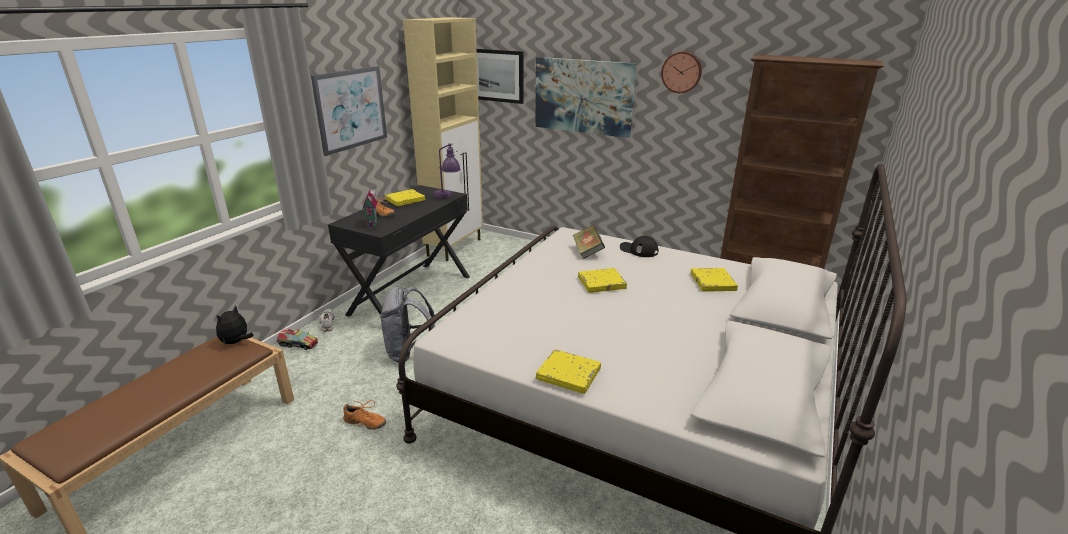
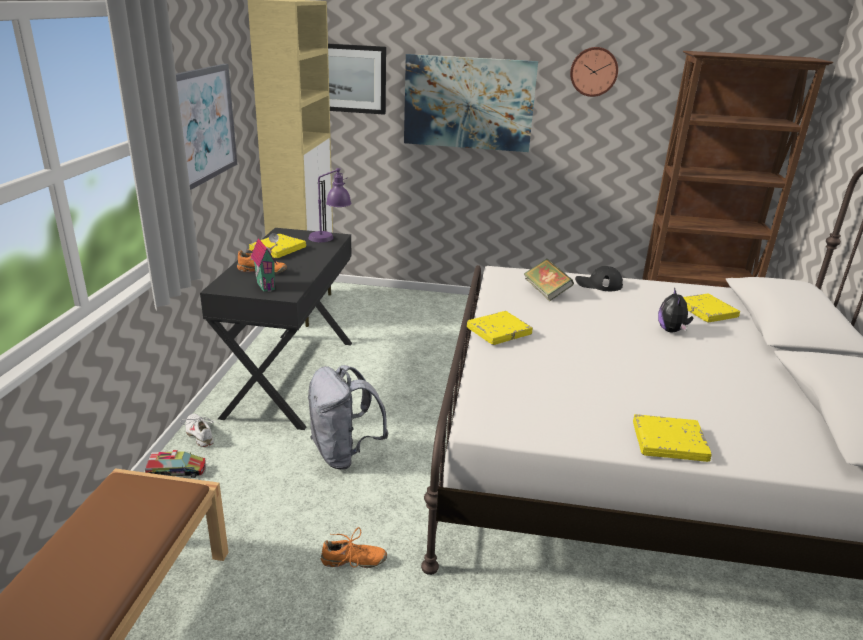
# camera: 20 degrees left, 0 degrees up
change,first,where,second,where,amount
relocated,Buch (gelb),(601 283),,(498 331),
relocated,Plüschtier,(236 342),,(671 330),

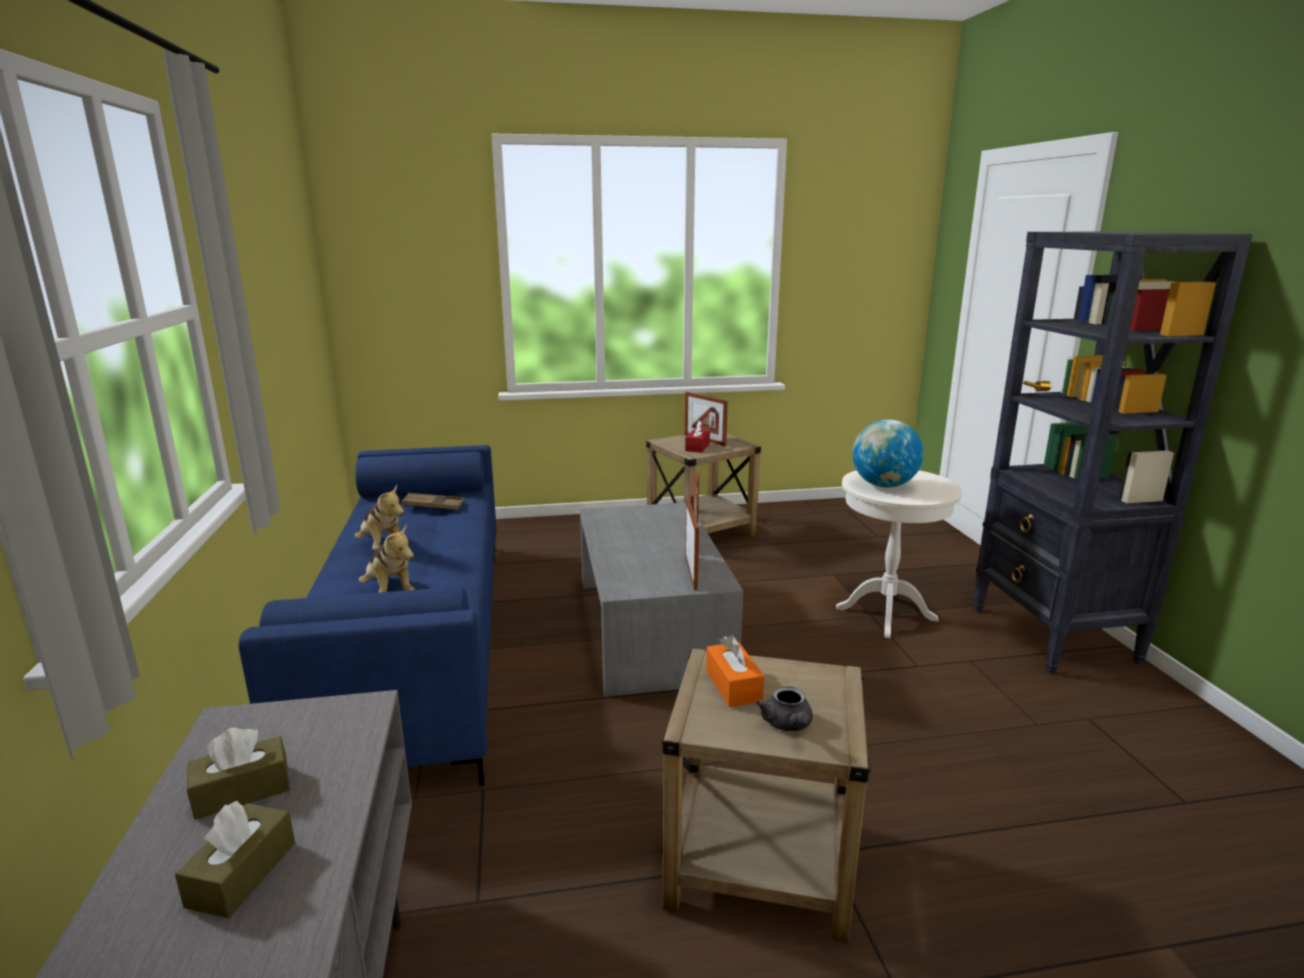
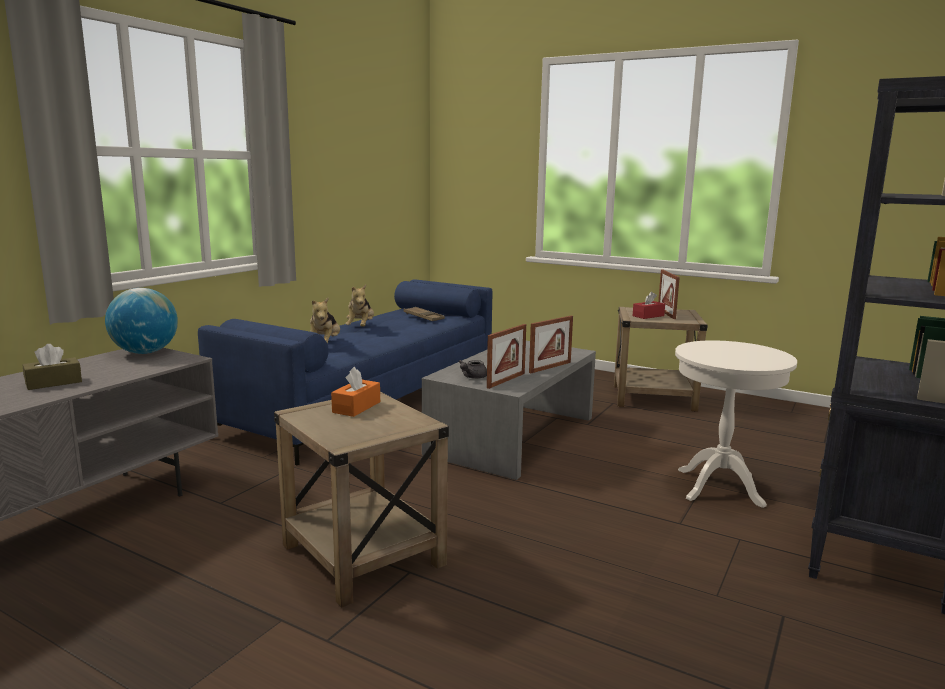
# camera: 40 degrees right, 5 degrees down
change,first,where,second,where,amount
relocated,Globus,(884 486),,(145 352),
relocated,Teekanne (grau),(788 725),,(472 377),
missing,Taschentuchbox (braun),(242 791),,,

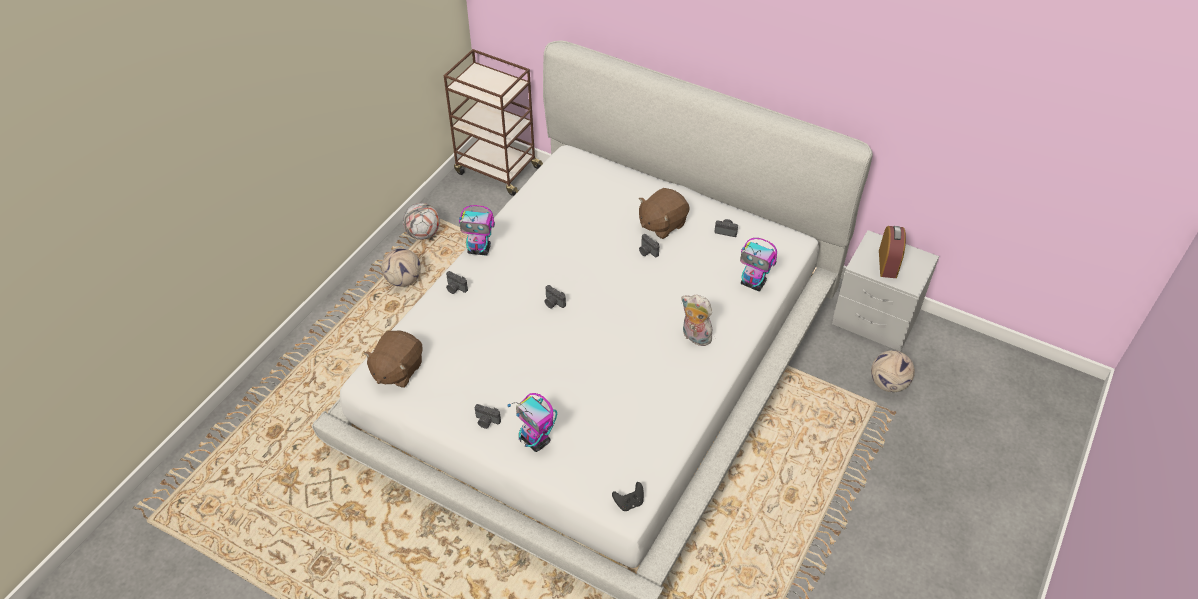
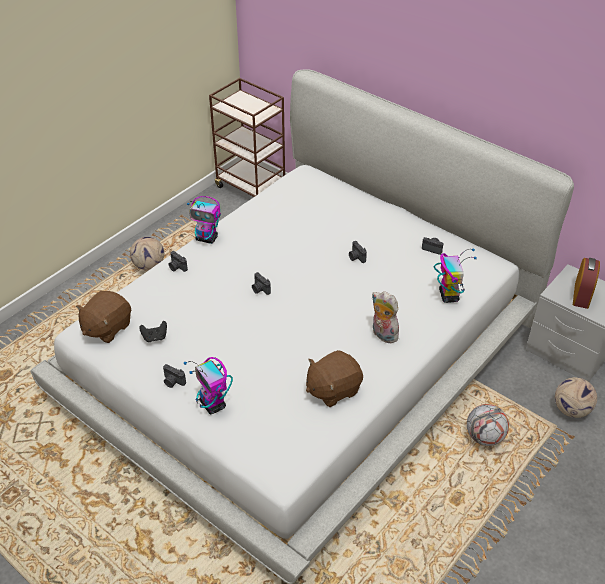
# camera: 10 degrees right, 5 degrees down
change,first,where,second,where,amount
relocated,Gamepad (schwarz),(629 502),,(155 337),
relocated,Plüschtier (braun),(662 224),,(333 389),
spun,Spielzeugroboter,(753 283),,(448 295),135 degrees counterclockwise
relocated,Fußball,(423 234),,(484 437),

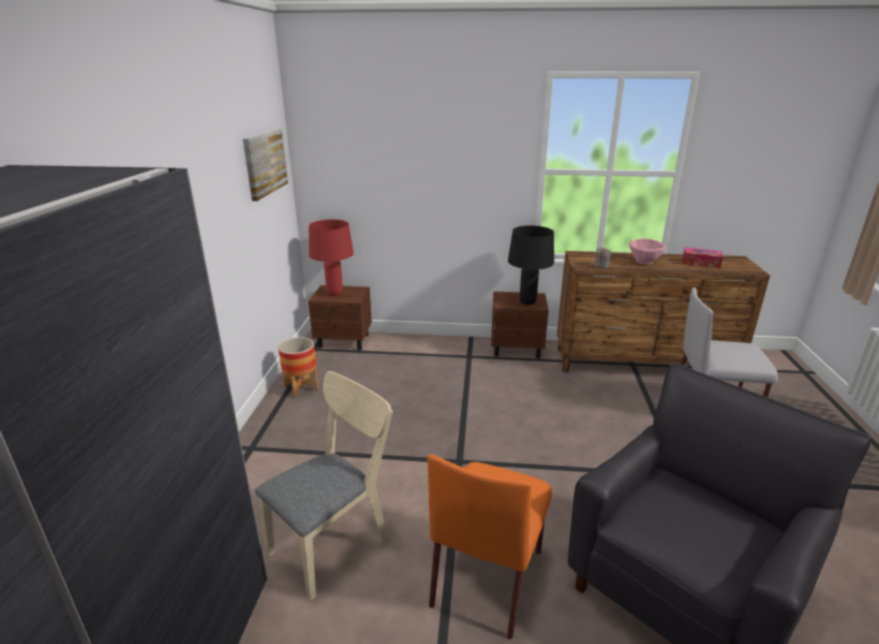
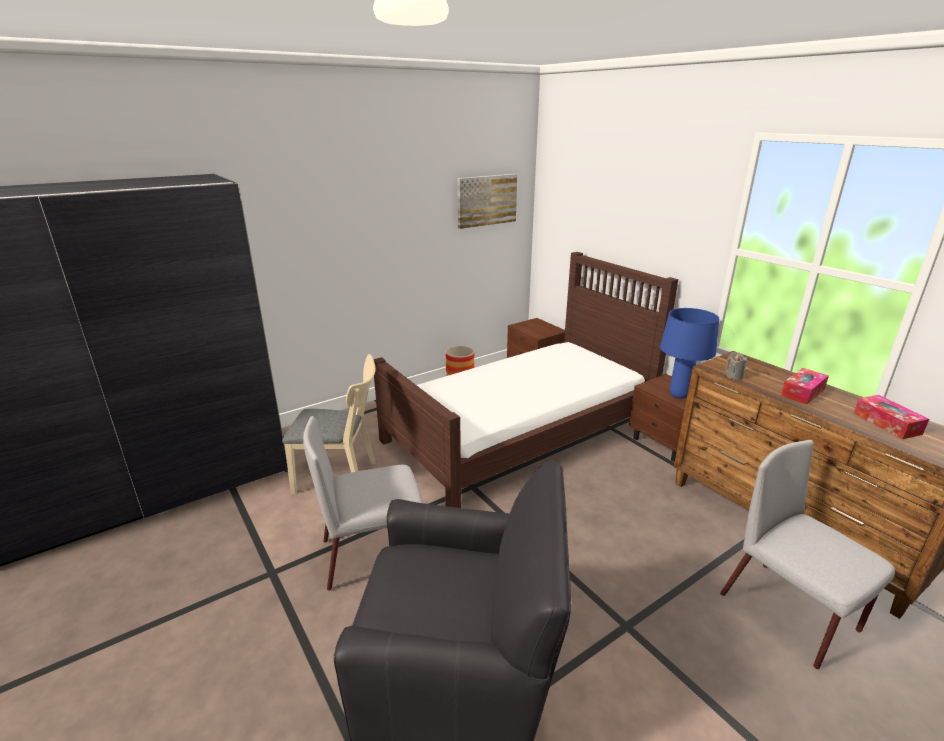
# camera: 50 degrees right, 0 degrees up
change,first,where,second,where,amount
colour,Stuhl (orange),(488 576),Stuhl (grau),(373 554),
appeared,,,Bett (braun),(521 431),
colour,Tischlampe (schwarz),(527 302),Tischlampe (blau),(679 395),
exchanged,Schüssel (rosa),(644 262),Taschentuchbox,(802 392),
missing,Tischlampe (rot),(334 293),,,

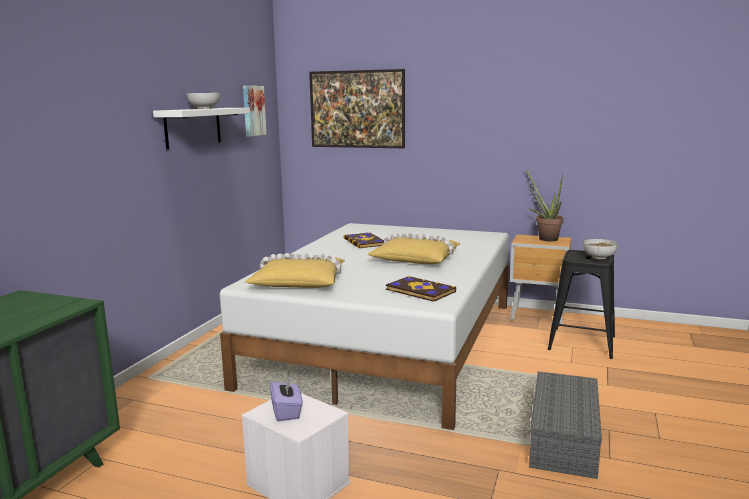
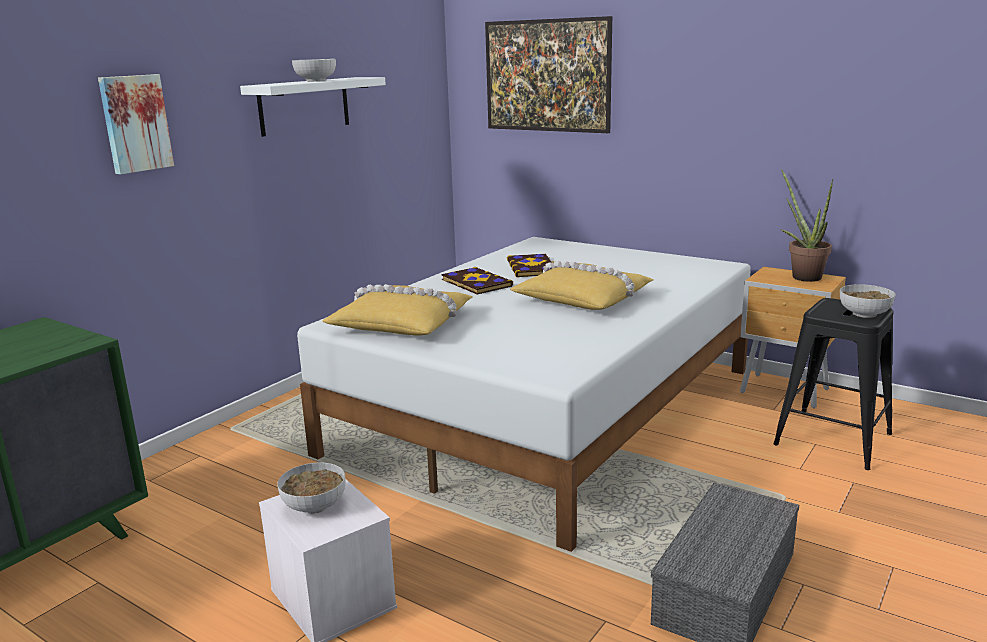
# camera: 15 degrees right, 5 degrees up
change,first,where,second,where,amount
relocated,Bild,(253 111),,(135 123),
exchanged,Taschentuchbox (lila),(286 411),Schüssel,(314 505),
relocated,Buch,(419 291),,(475 283),

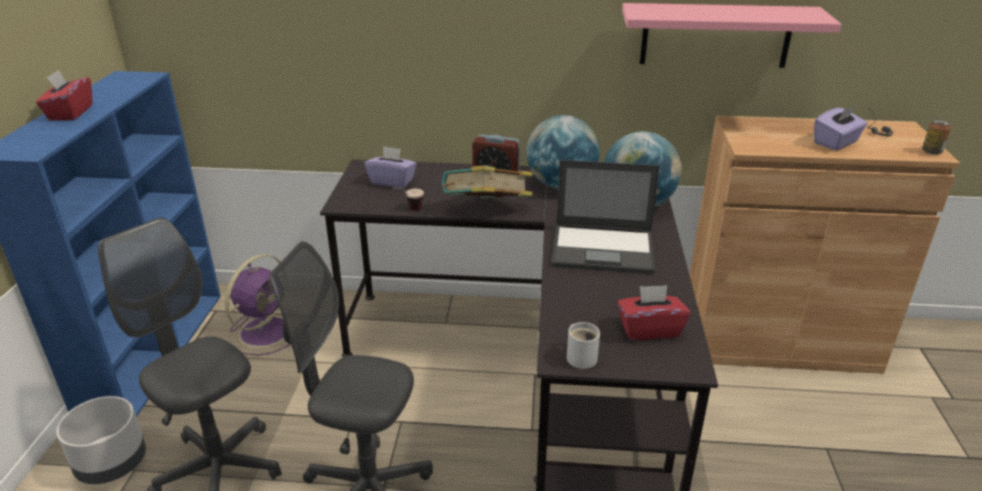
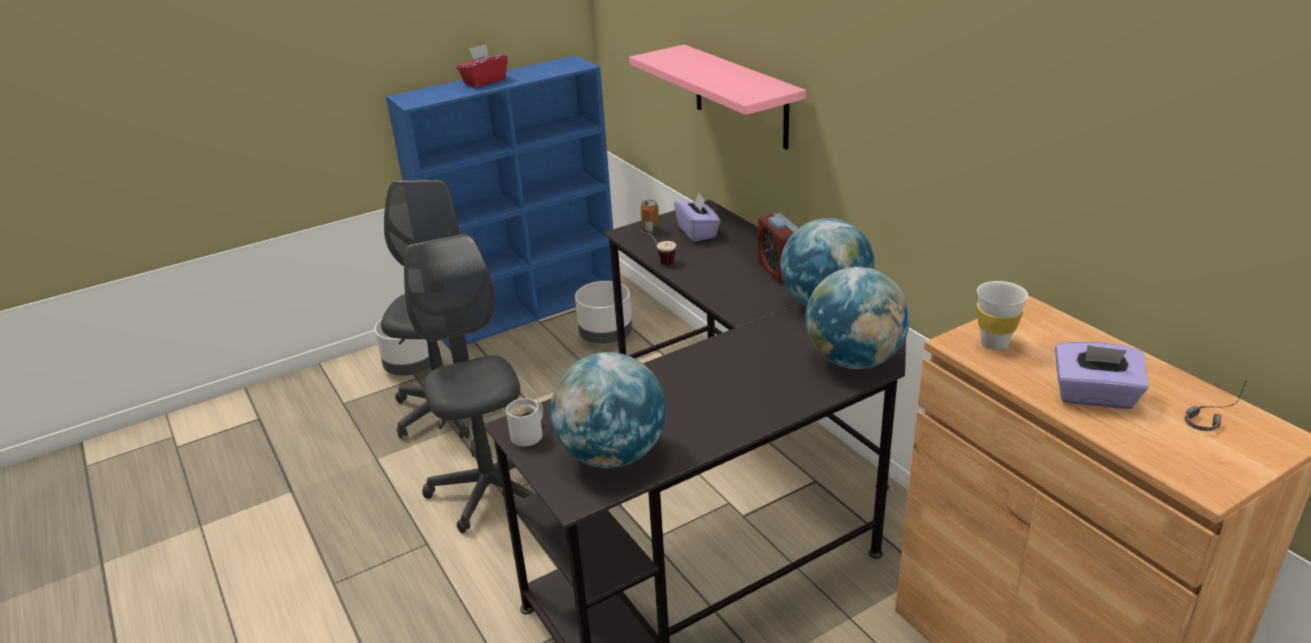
# camera: 55 degrees right, 0 degrees up
change,first,where,second,where,amount
exchanged,Taschentuchbox (rot),(649 329),Globus,(612 455),
exchanged,Ventilator (lila),(267 330),Pflanzkübel (grau),(606 336),
relocated,Wandregal (rosa),(715 35),,(740 96),
relocated,Dose,(931 152),,(650 230),
appeared,,,Tasse (weiß),(994 343),
missing,Buch,(486 211),,,
missing,Laptop,(604 249),,,

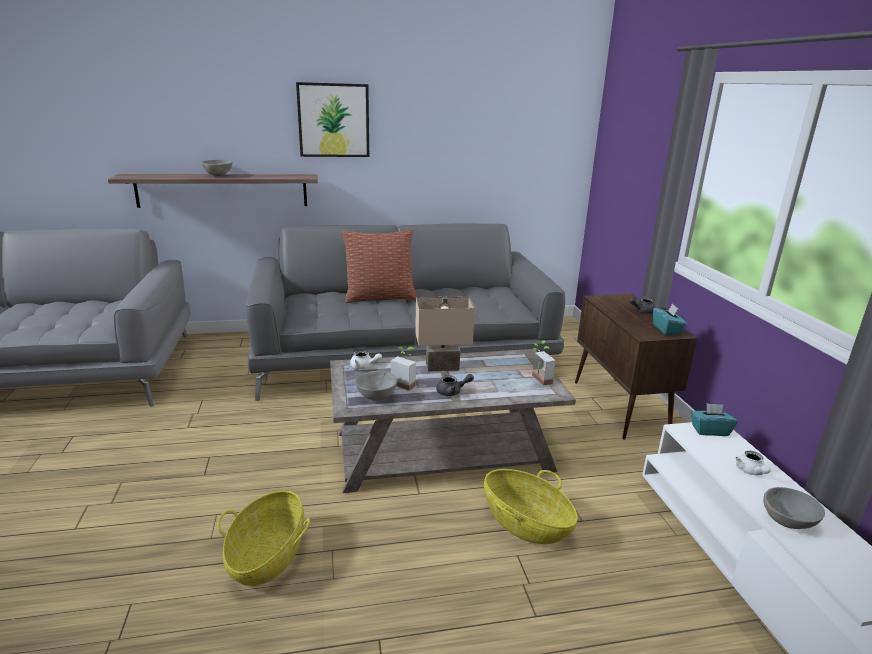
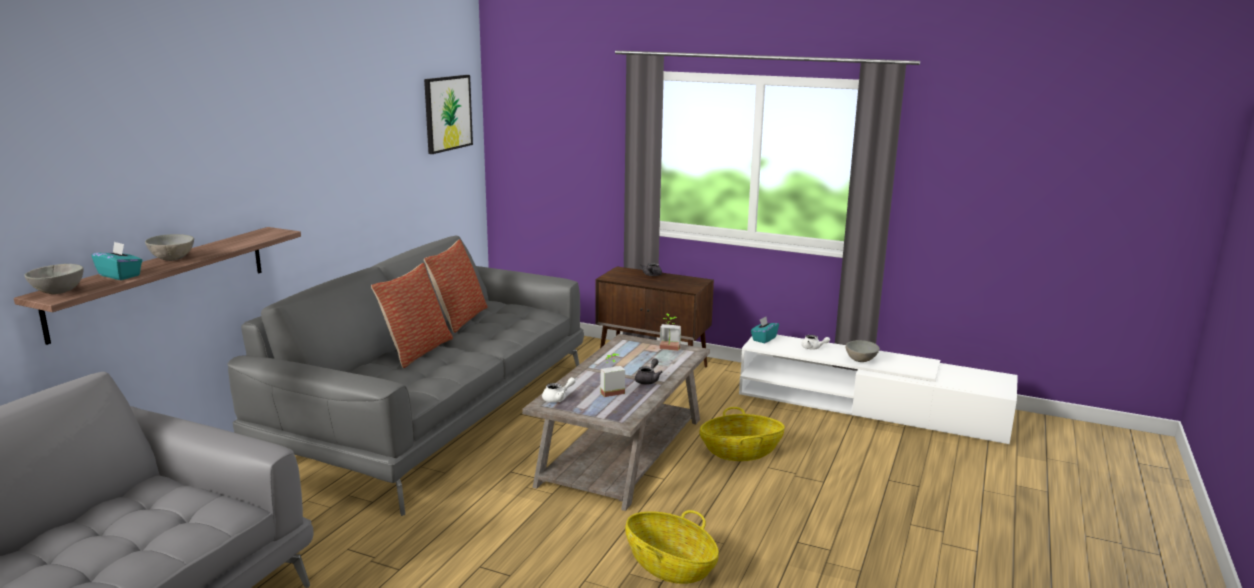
# camera: 55 degrees left, 5 degrees down
change,first,where,second,where,amount
relocated,Schüssel (grau),(375 397),,(57 292),
relocated,Taschentuchbox (türkis),(667 329),,(120 275),
relocated,Bild,(333 120),,(447 113),
appeared,,,Kissen,(459 319),
missing,Tischlampe (beige),(442 365),,,

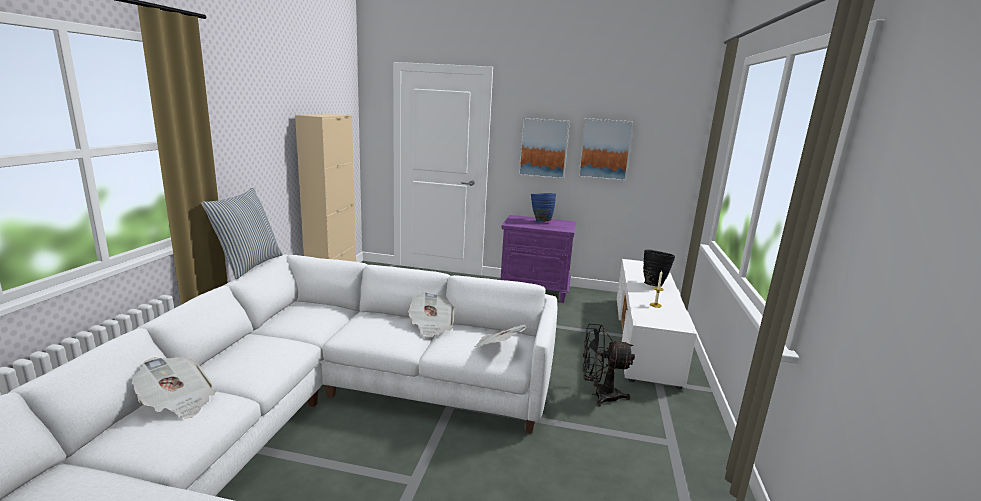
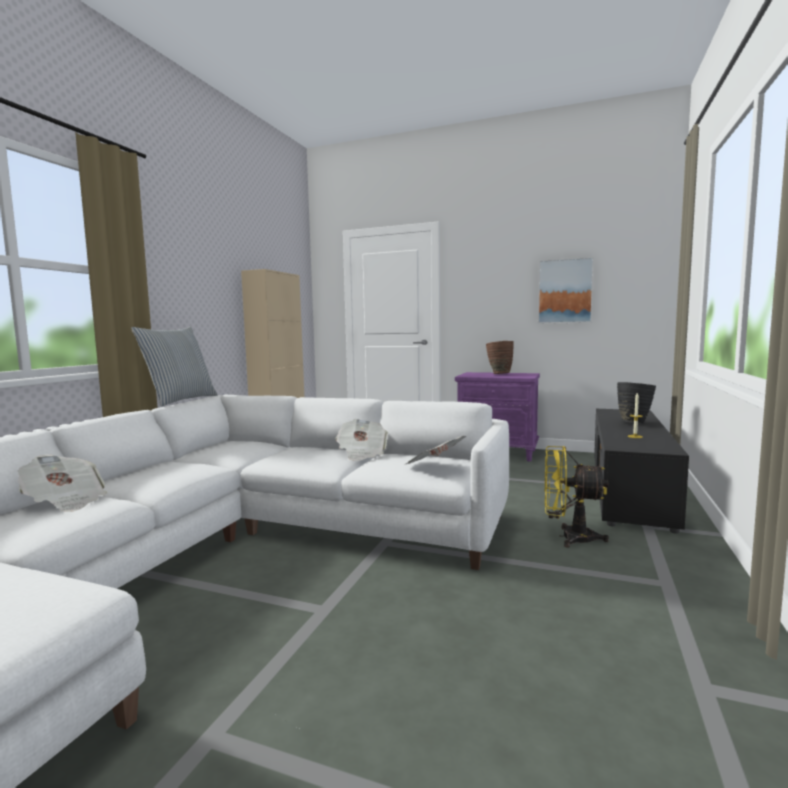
# camera: 10 degrees right, 10 degrees down
change,first,where,second,where,amount
colour,Vase (blau),(540 221),Vase (braun),(499 374),
colour,Ventilator (schwarz),(599 395),Ventilator (gelb),(569 537),
colour,Fernsehschrank (weiß),(645 338),Fernsehschrank (schwarz),(630 489),
missing,Bild,(543 148),,,

